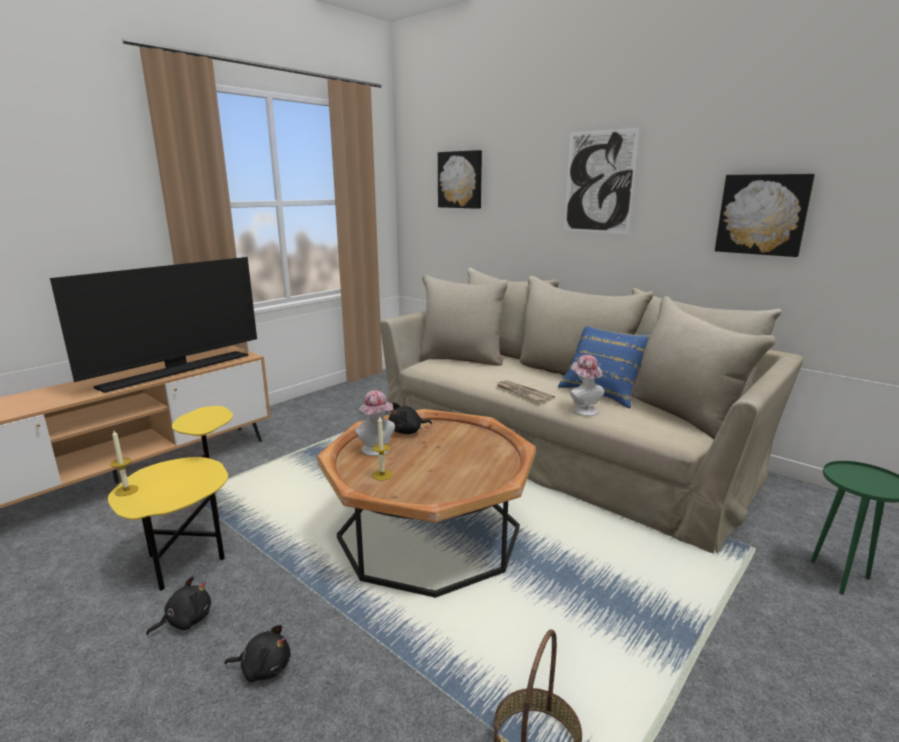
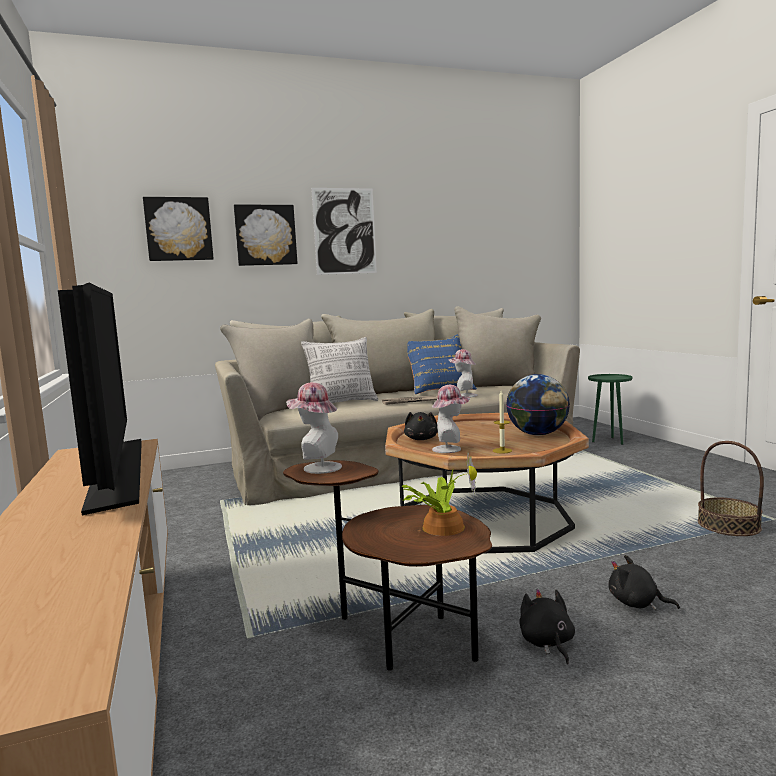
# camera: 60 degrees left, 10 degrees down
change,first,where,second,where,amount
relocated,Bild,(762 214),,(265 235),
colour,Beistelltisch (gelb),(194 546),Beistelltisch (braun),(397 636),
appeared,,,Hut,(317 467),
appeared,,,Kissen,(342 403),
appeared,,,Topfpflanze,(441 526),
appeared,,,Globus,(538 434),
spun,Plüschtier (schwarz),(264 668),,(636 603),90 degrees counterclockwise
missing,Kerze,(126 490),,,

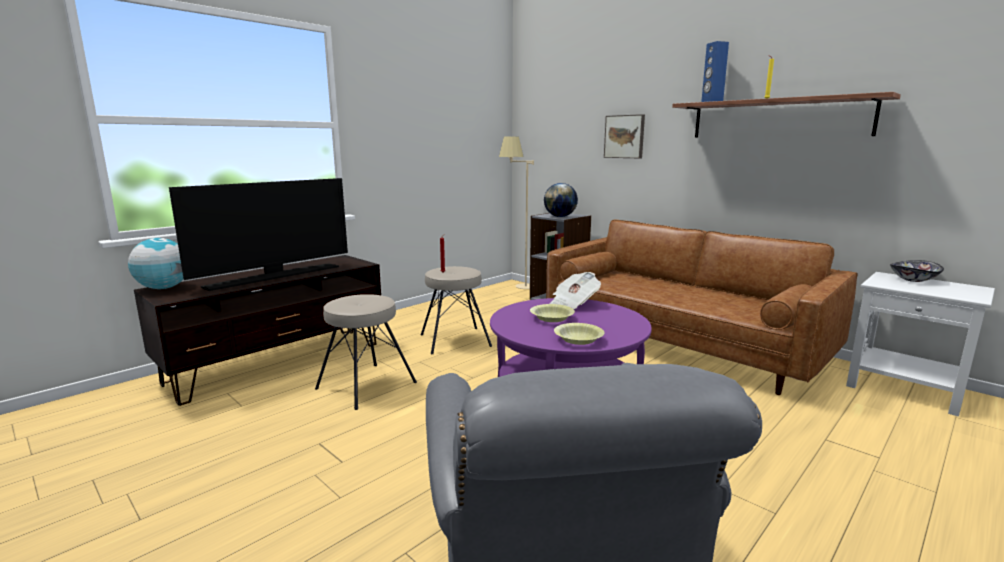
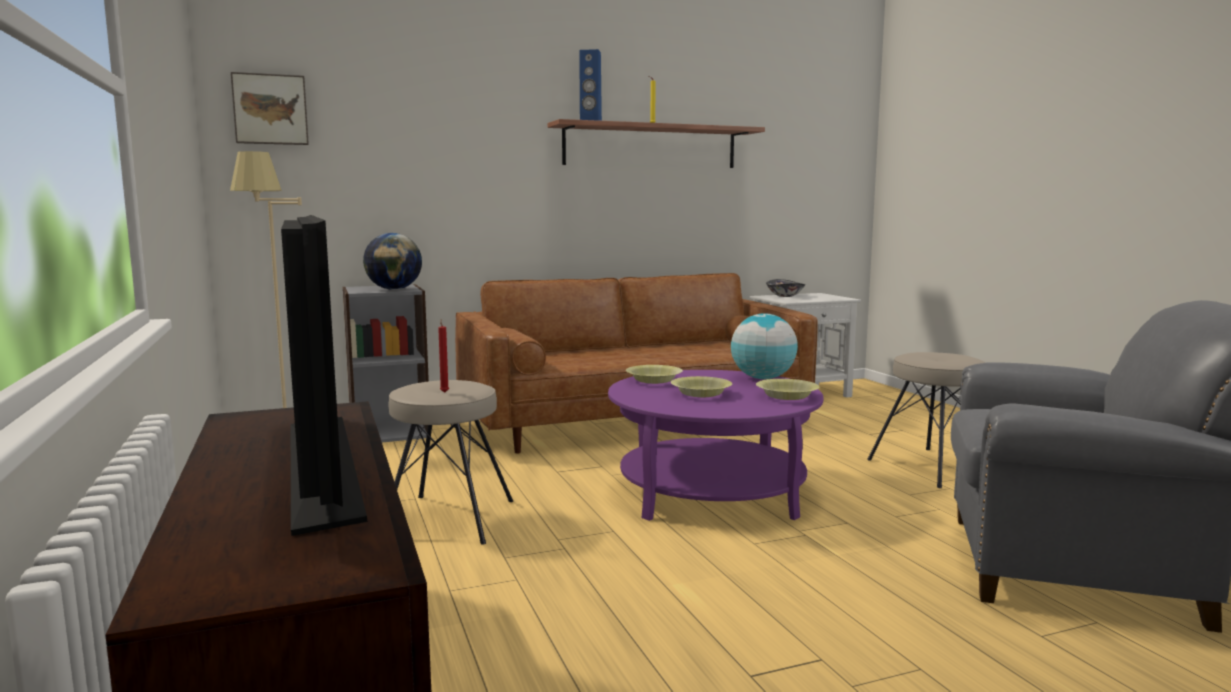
# camera: 65 degrees left, 5 degrees down
change,first,where,second,where,amount
relocated,Bild,(625 136),,(270 109),
exchanged,Zeitung,(572 304),Schüssel (gelb),(654 381),
relocated,Globus,(163 288),,(762 378),
relocated,Hocker (beige),(365 385),,(932 467),

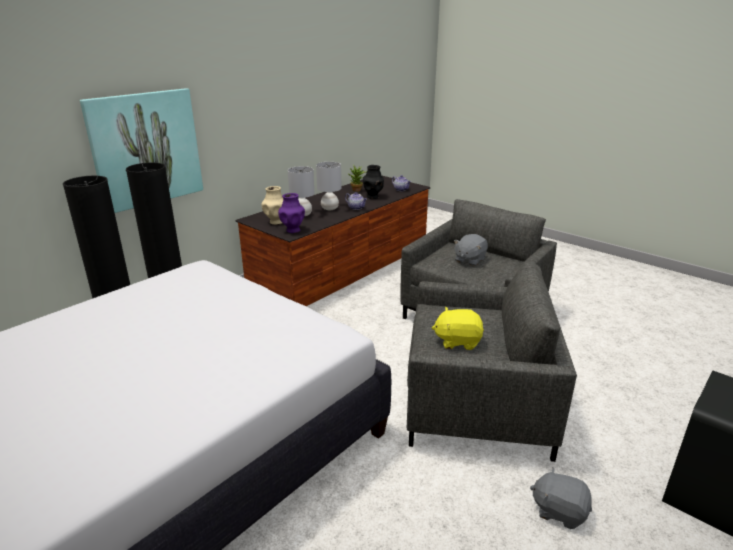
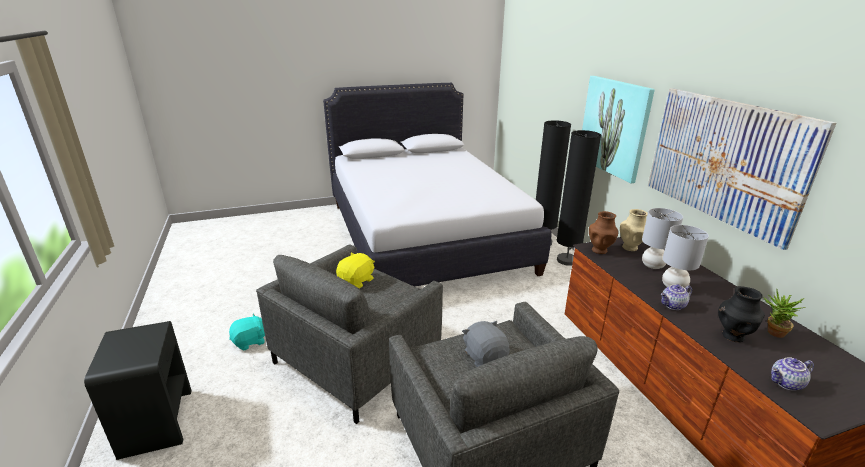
# camera: 120 degrees right, 0 degrees up
change,first,where,second,where,amount
colour,Plüschtier (grau),(559 510),Plüschtier (türkis),(250 341),
colour,Vase (lila),(293 230),Vase (braun),(599 250),
appeared,,,Bild,(724 160),

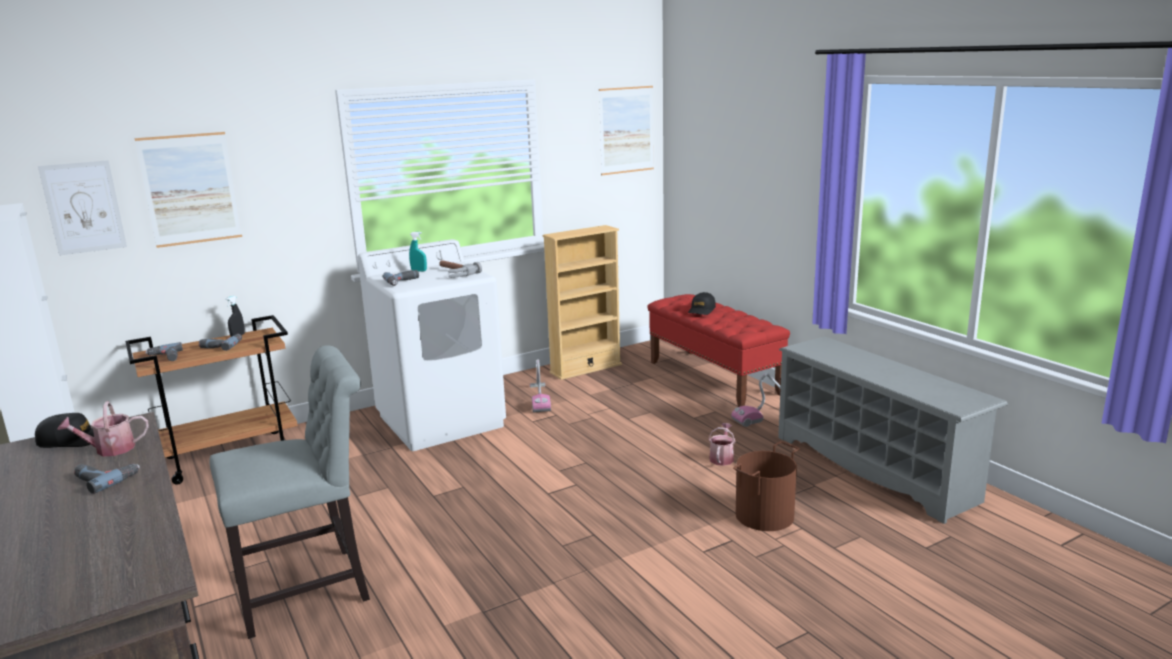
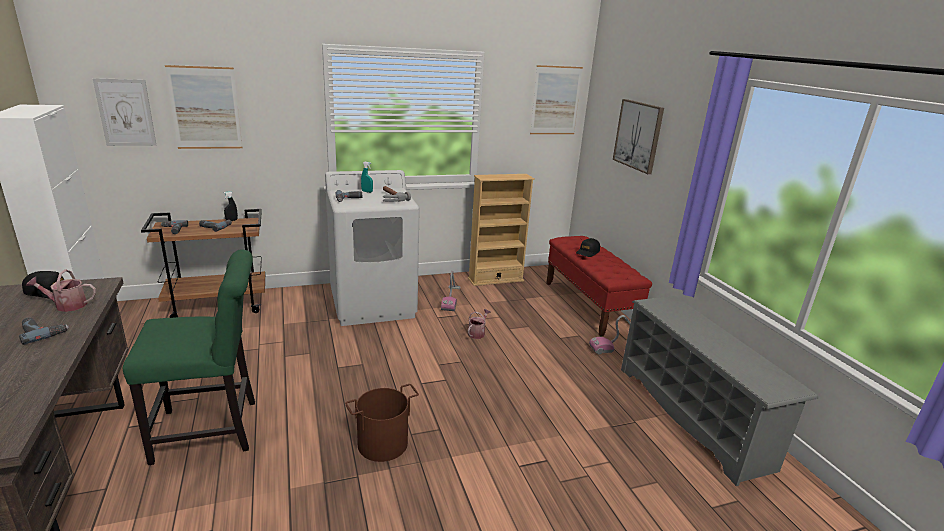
# camera: 10 degrees right, 5 degrees up
change,first,where,second,where,amount
colour,Stuhl (grau),(310 589),Stuhl (grün),(213 430),
relocated,Eimer (braun),(765 515),,(383 444),
relocated,Gießkanne,(722 458),,(477 333),
appeared,,,Bild,(638 135),

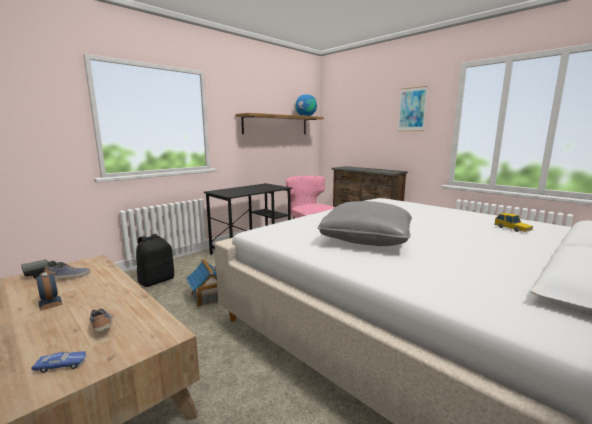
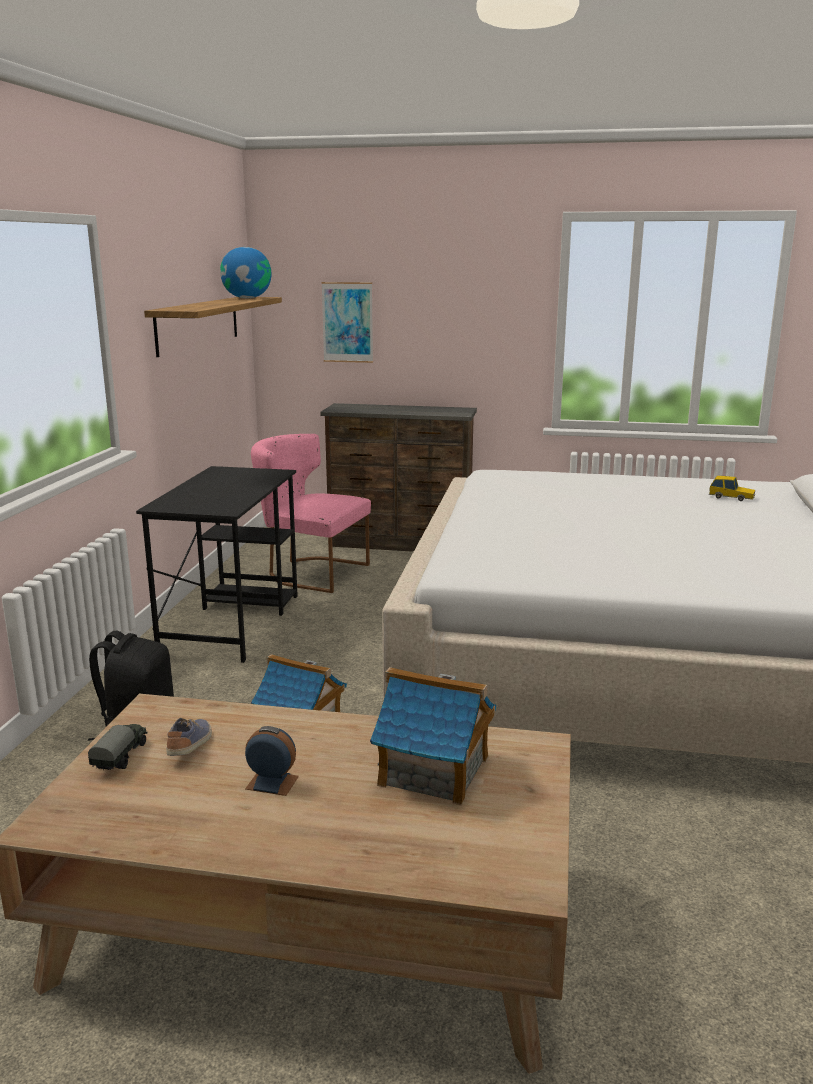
# camera: 35 degrees left, 5 degrees up
change,first,where,second,where,amount
relocated,Bild,(412 109),,(347 322),
exchanged,Schuh,(102 326),Spielzeughaus,(434 771),
missing,Spielzeugauto (blau),(61 365),,,
missing,Kissen (grau),(366 239),,,

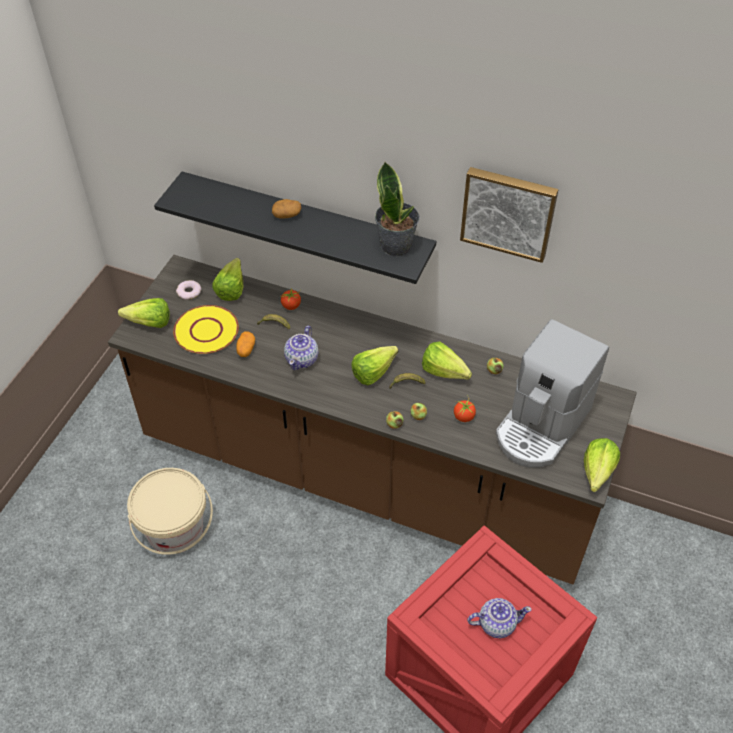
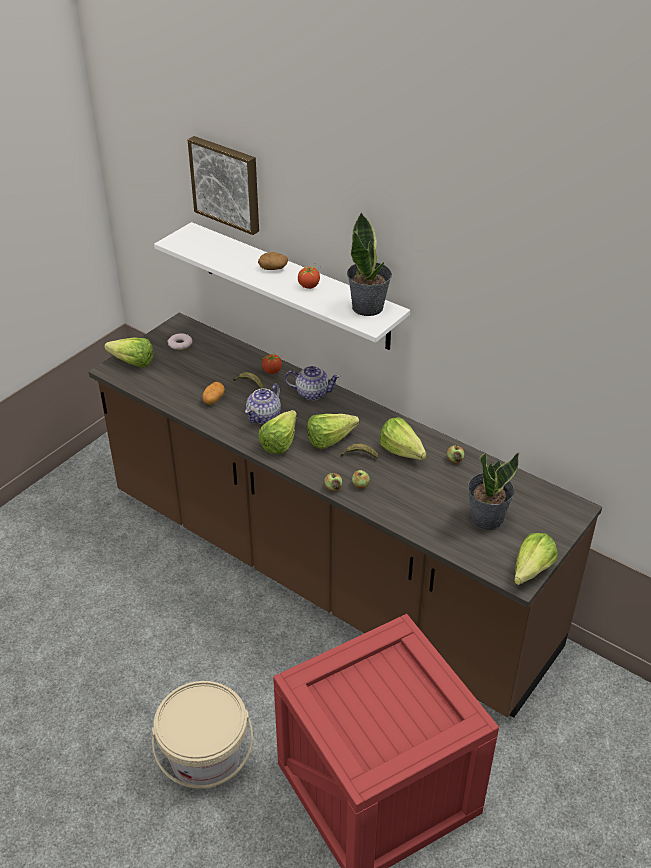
# camera: 15 degrees right, 10 degrees down
change,first,where,second,where,amount
relocated,Eimer (beige),(175 529),,(205 758),
colour,Wandregal (schwarz),(306 225),Wandregal (weiß),(294 286),
relocated,Bild,(508 212),,(226 184),
relocated,Salatkopf,(233 287),,(283 441),
relocated,Teekanne,(496 623),,(312 393),
relocated,Tomate,(464 417),,(309 286),
exchanged,Kaffeemaschine,(541 426),Topfpflanze,(486 518),
missing,Teller (gelb),(206 331),,,

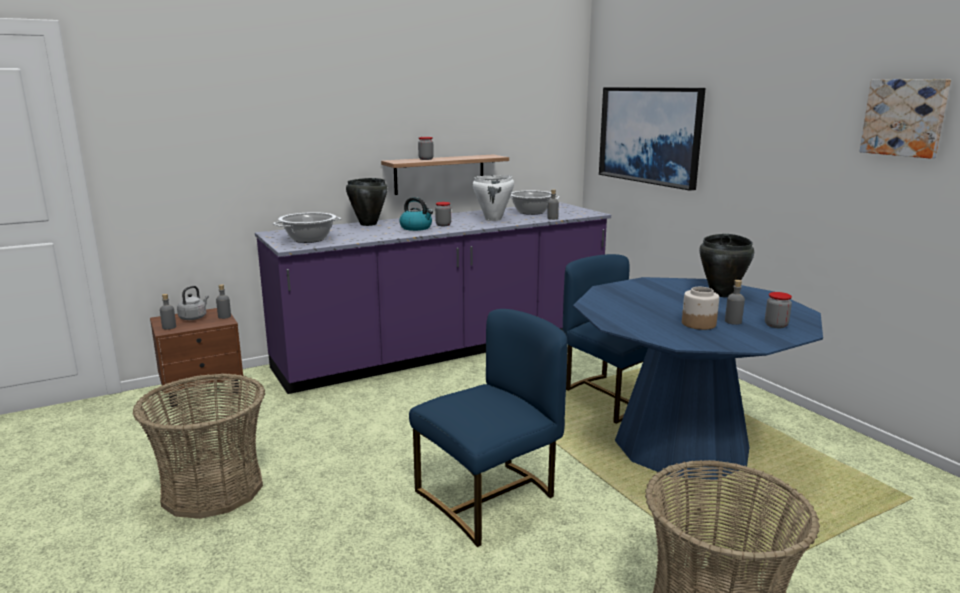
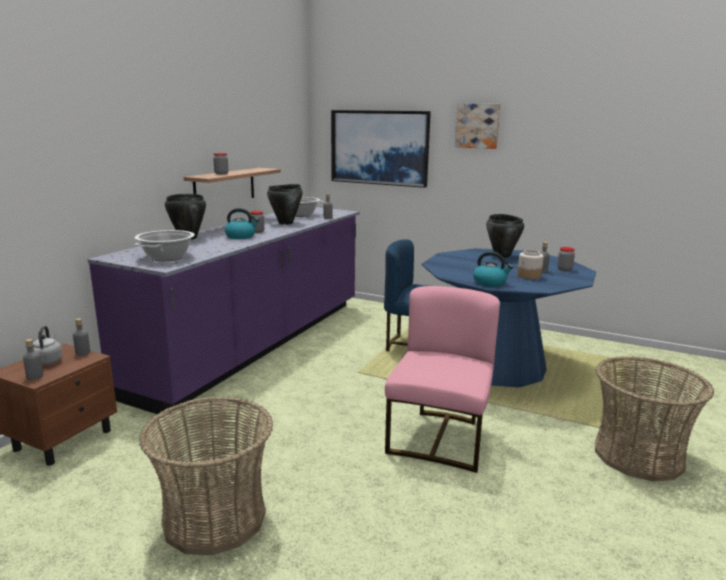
# camera: 35 degrees left, 0 degrees up
change,first,where,second,where,amount
colour,Kochtopf (weiß),(493 219),Kochtopf (schwarz),(286 223),
colour,Stuhl (blau),(490 498),Stuhl (rosa),(439 438),
relocated,Bild,(905 117),,(477 126),
appeared,,,Wasserkessel,(490 282),

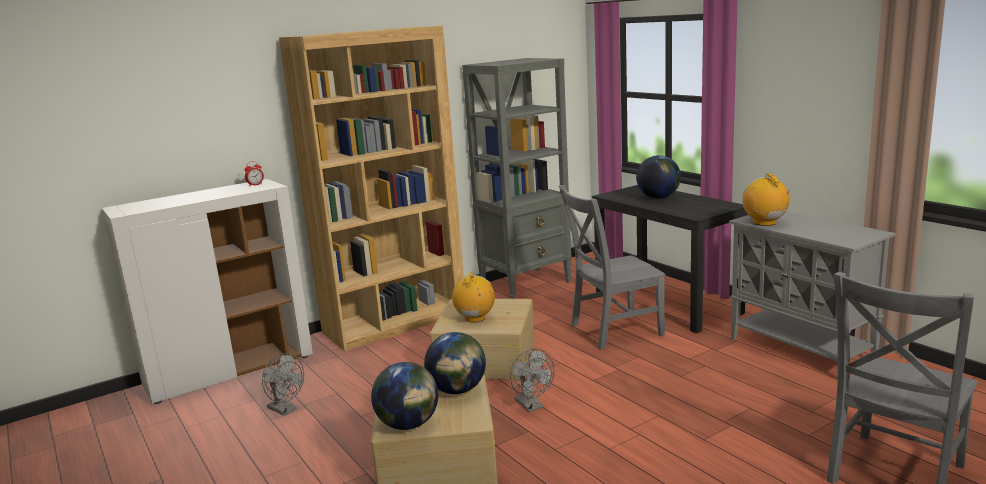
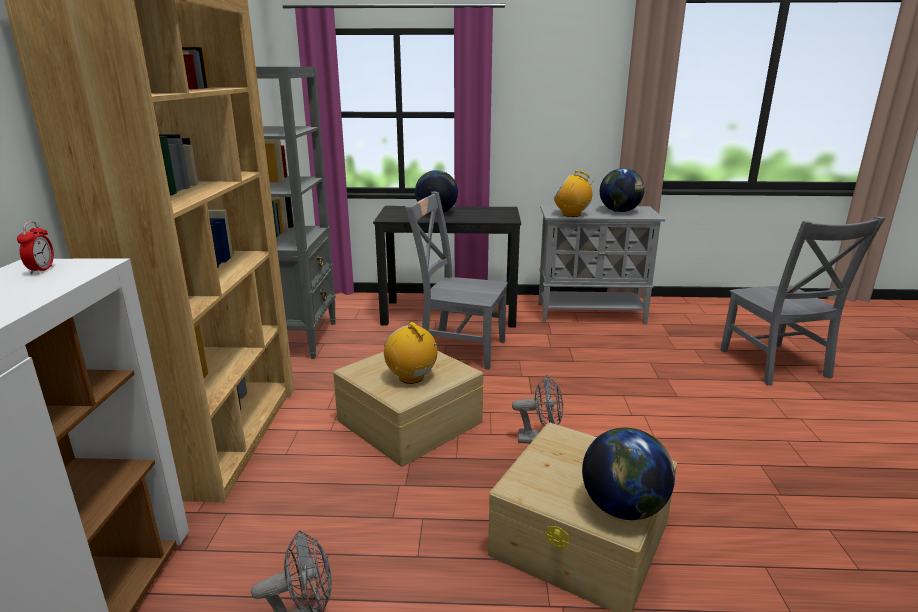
# camera: 55 degrees left, 5 degrees up
change,first,where,second,where,amount
spun,Stuhl (grau),(612 330),,(458 349),90 degrees clockwise
relocated,Globus,(457 390),,(620 211),

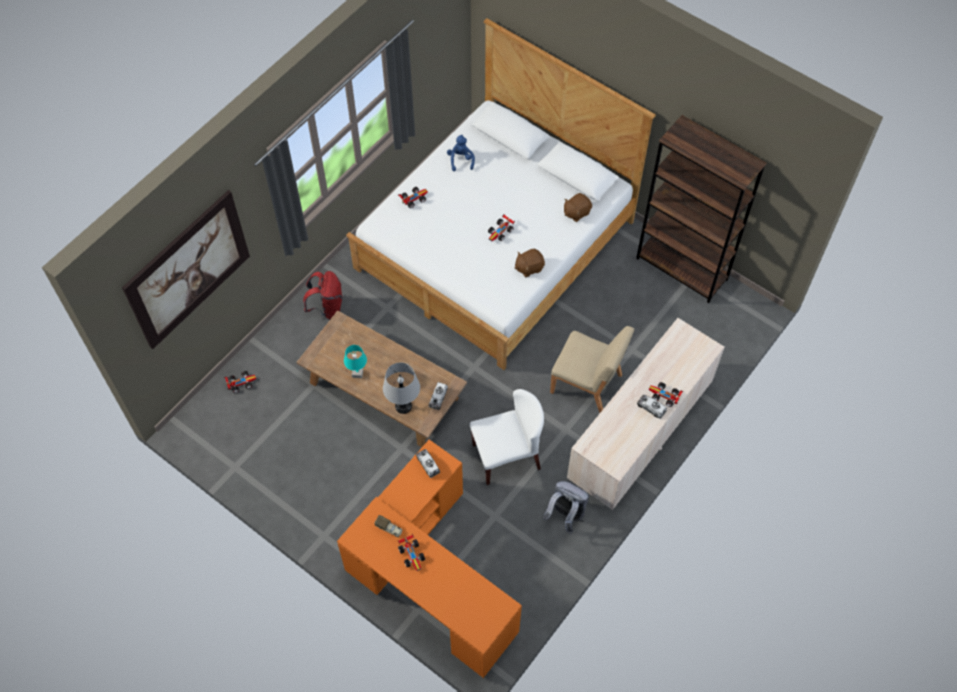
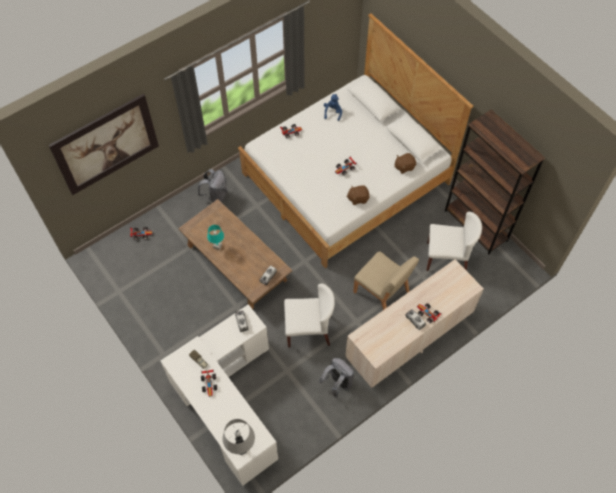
# camera: 15 degrees right, 0 degrees up
change,first,where,second,where,amount
colour,Schreibtisch (orange),(428 577),Schreibtisch (weiß),(227 402),
colour,Rucksack (rot),(327 308),Rucksack (grau),(215 196),
relocated,Tischlampe (grau),(403 406),,(241 447),
appeared,,,Stuhl (weiß),(447 258),

